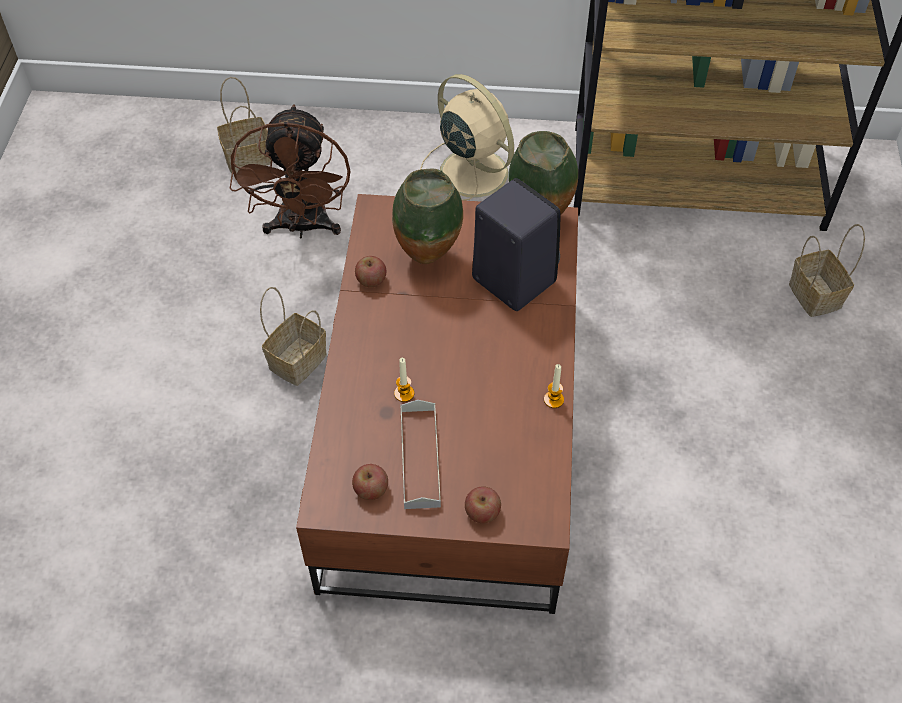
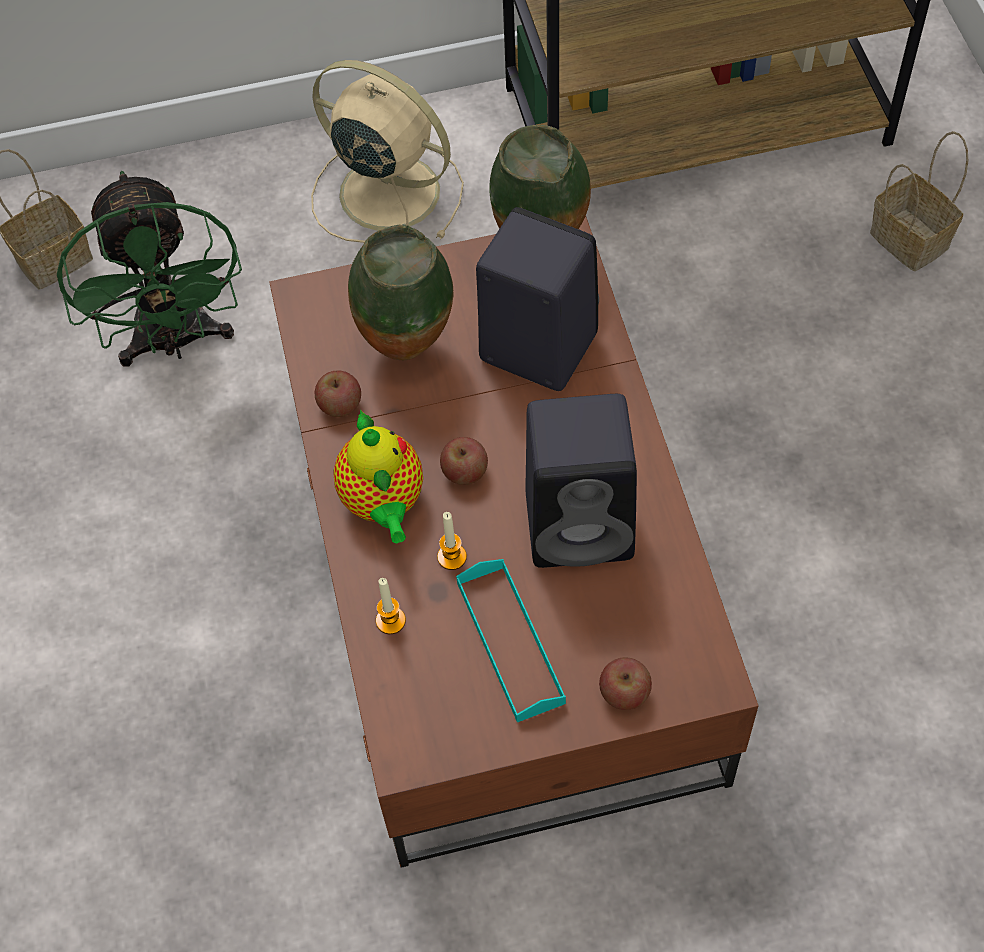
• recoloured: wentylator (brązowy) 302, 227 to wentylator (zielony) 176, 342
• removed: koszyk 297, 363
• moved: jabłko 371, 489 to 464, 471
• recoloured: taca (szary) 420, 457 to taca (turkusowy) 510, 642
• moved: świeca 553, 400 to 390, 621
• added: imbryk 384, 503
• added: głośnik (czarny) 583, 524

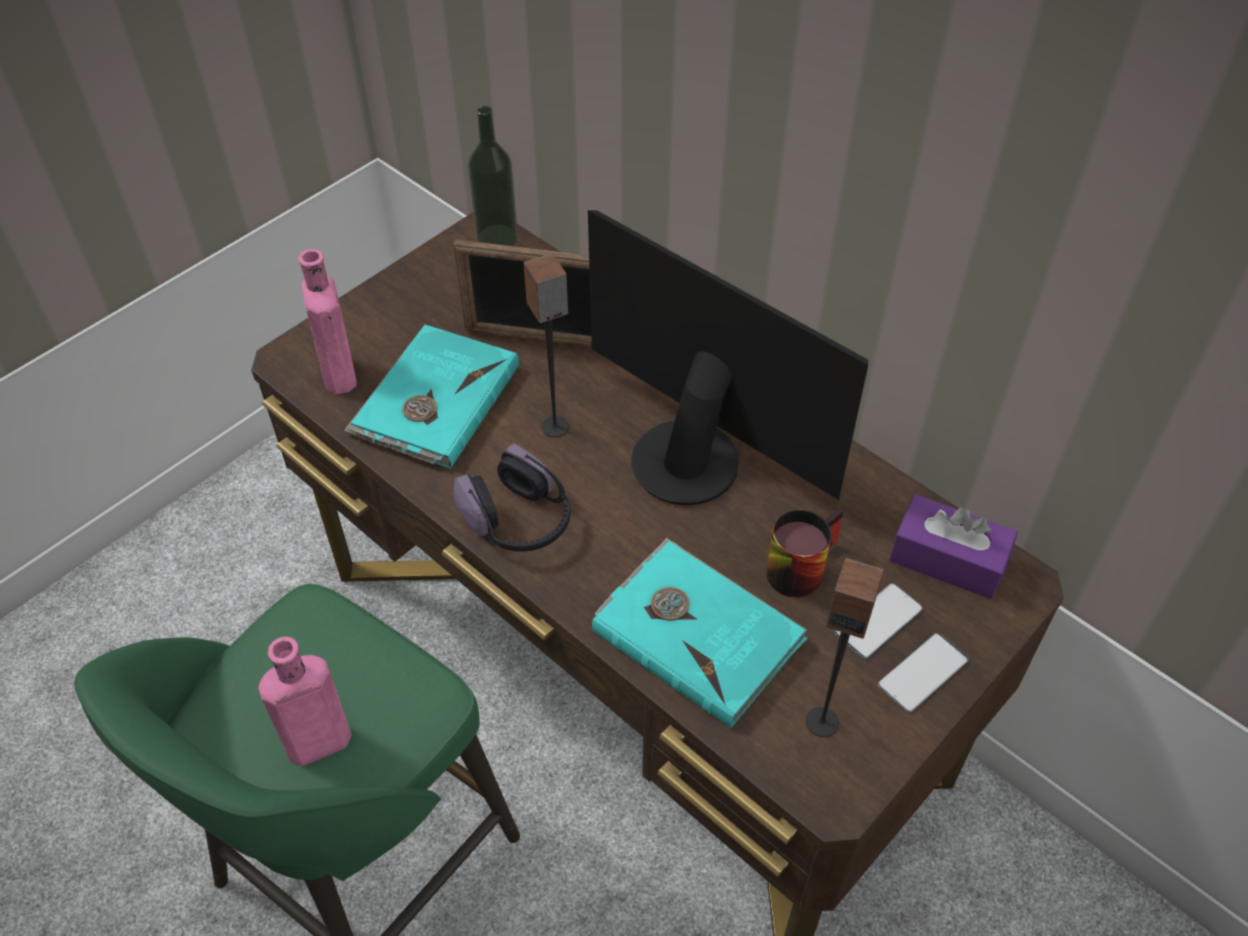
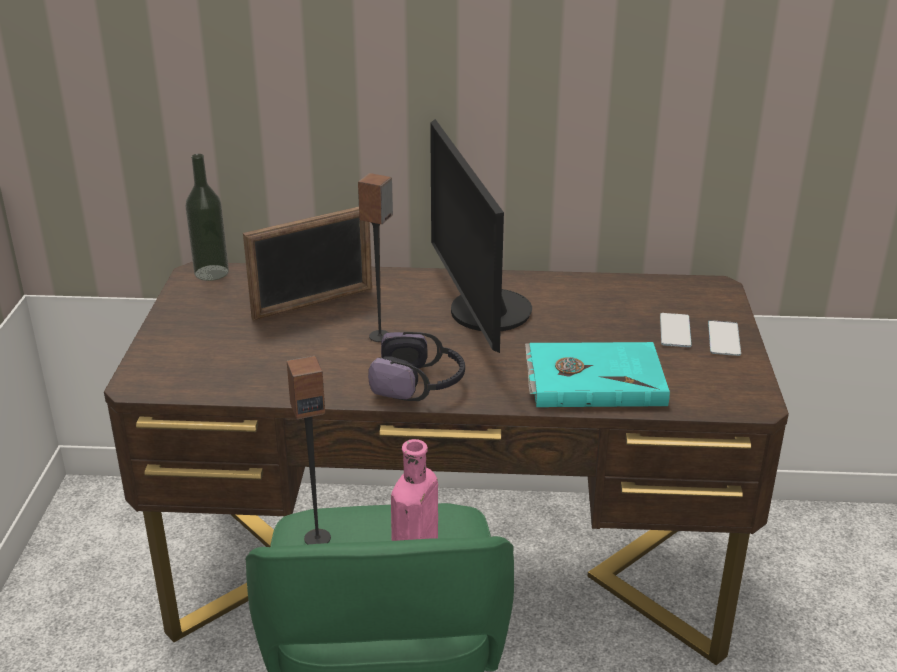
• removed: butelka (różowy) 340, 377
• removed: książka (turkusowy) 434, 401
• turned: monitor 692, 455 = 481, 313 105 degrees counterclockwise
• removed: kubek 798, 564
• moved: głośnik 822, 721 to 317, 538
• removed: pudełko chusteczek (fioletowy) 947, 559

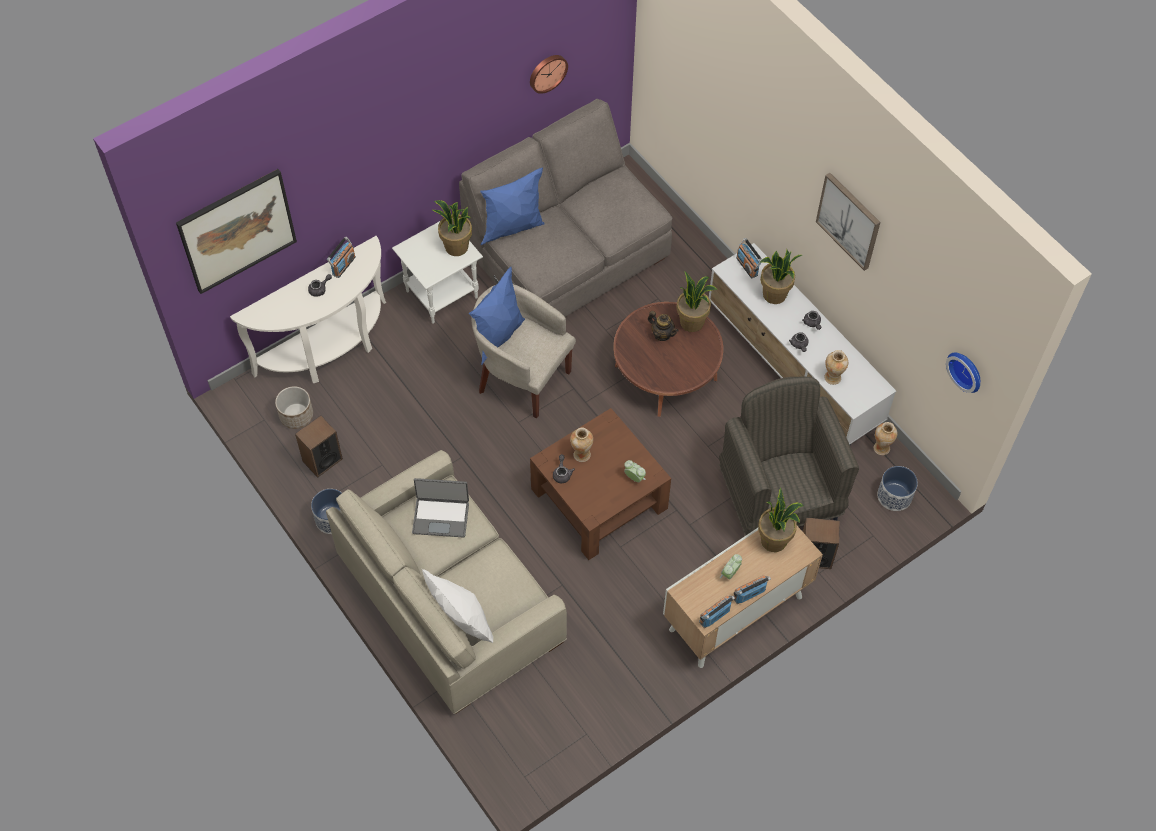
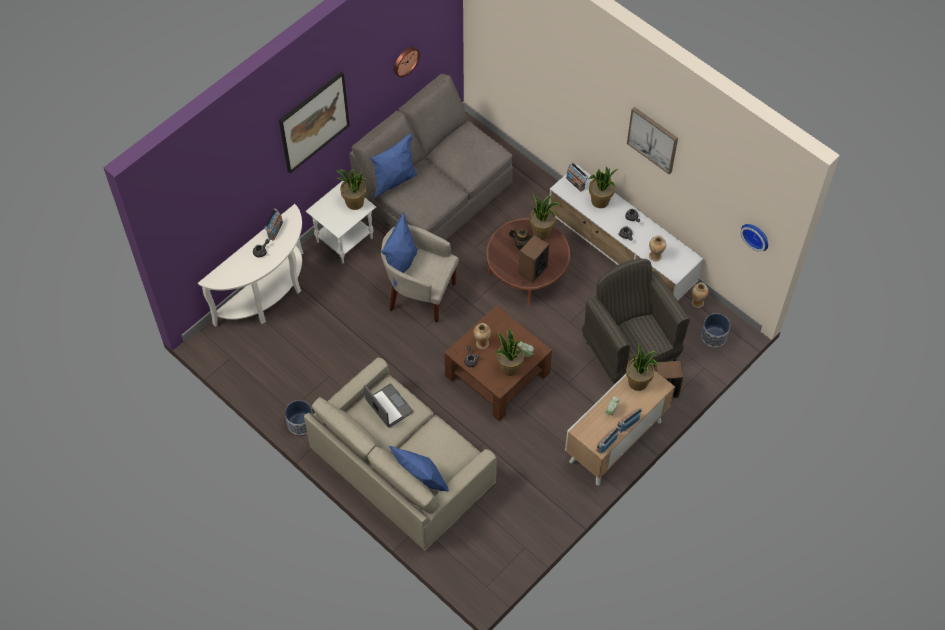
• moved: obraz 237, 230 to 313, 122
• removed: donica 296, 416
• moved: głośnik 322, 460 to 532, 270
• turned: laptop 441, 517 = 388, 406 120 degrees counterclockwise
• recoloured: poduszka (biały) 463, 623 to poduszka (niebieski) 422, 481
• added: roślina doniczkowa 509, 367

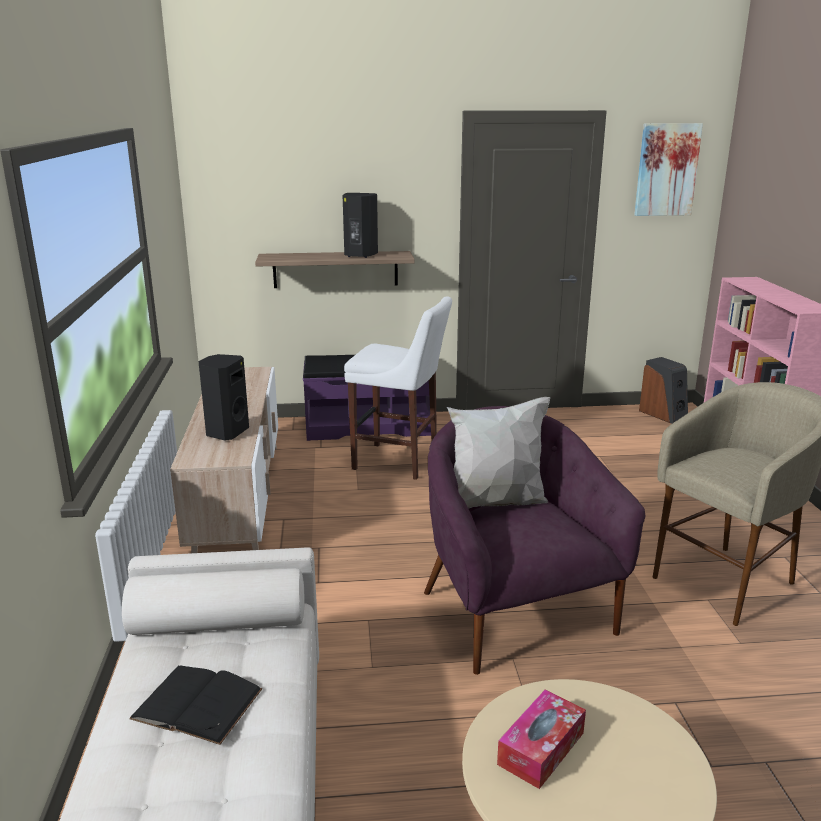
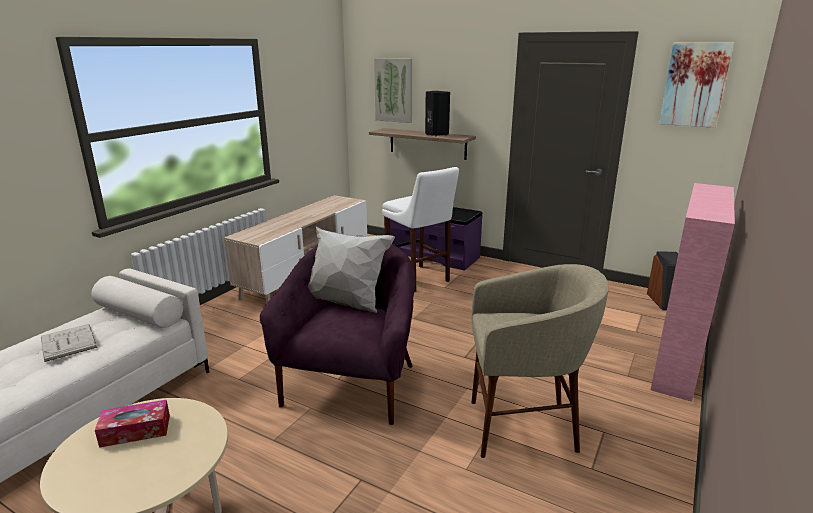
• recoloured: książka (czarny) 197, 704 to książka (biały) 68, 342
• removed: głośnik (czarny) 226, 432
• added: obraz 394, 90

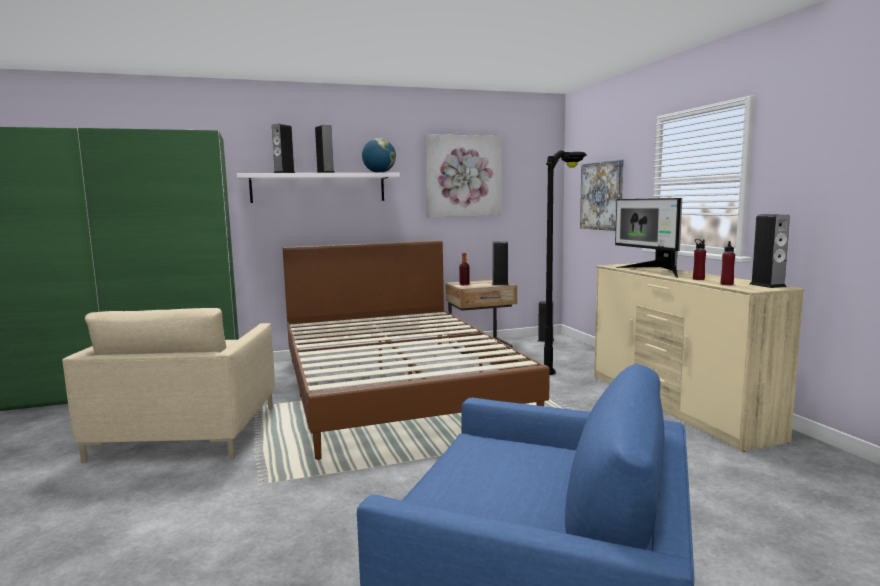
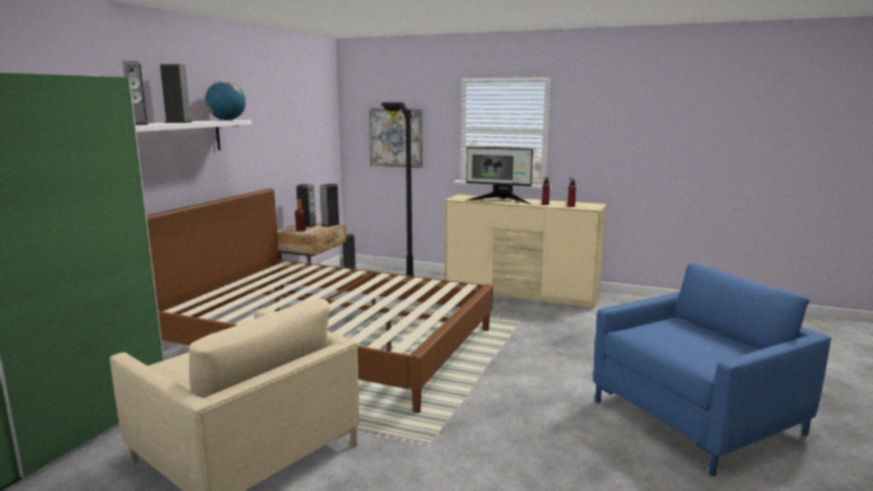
• removed: obraz 463, 176
• moved: głośnik 767, 285 to 307, 225

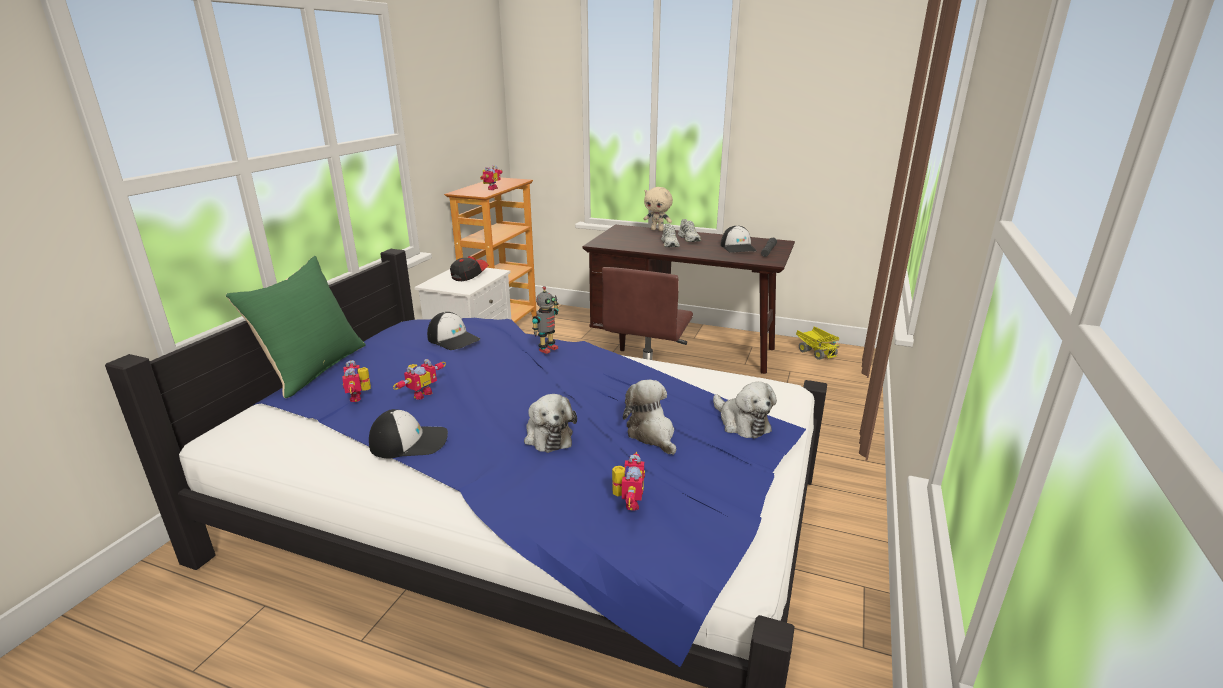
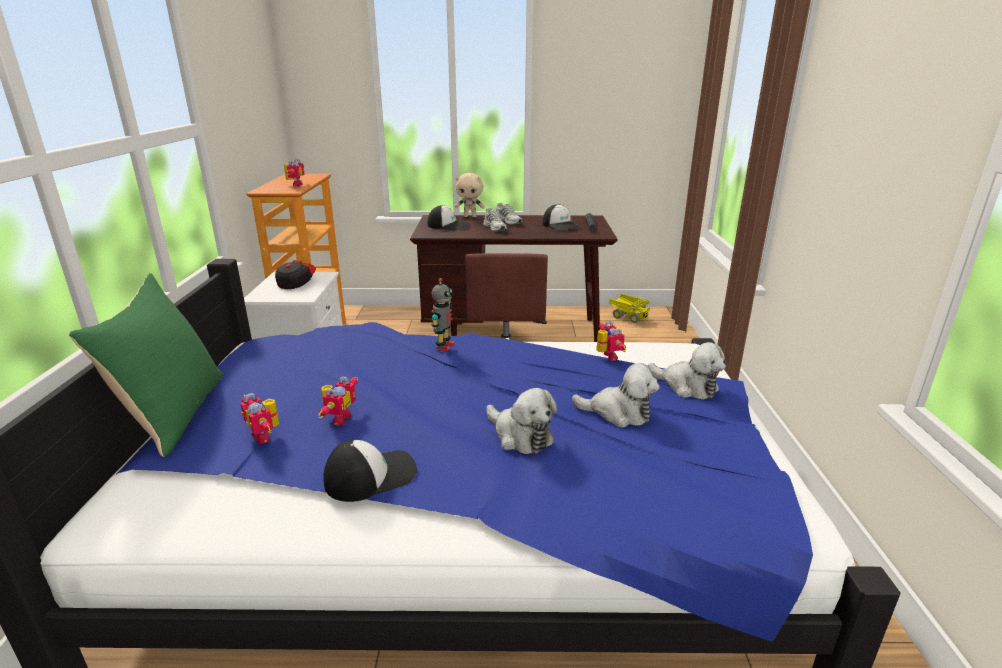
• moved: czapka z daszkiem 453, 339 to 448, 225
• moved: robot zabawkowy 627, 502 to 606, 356
• turned: pluszak 652, 434 = 618, 413 150 degrees clockwise

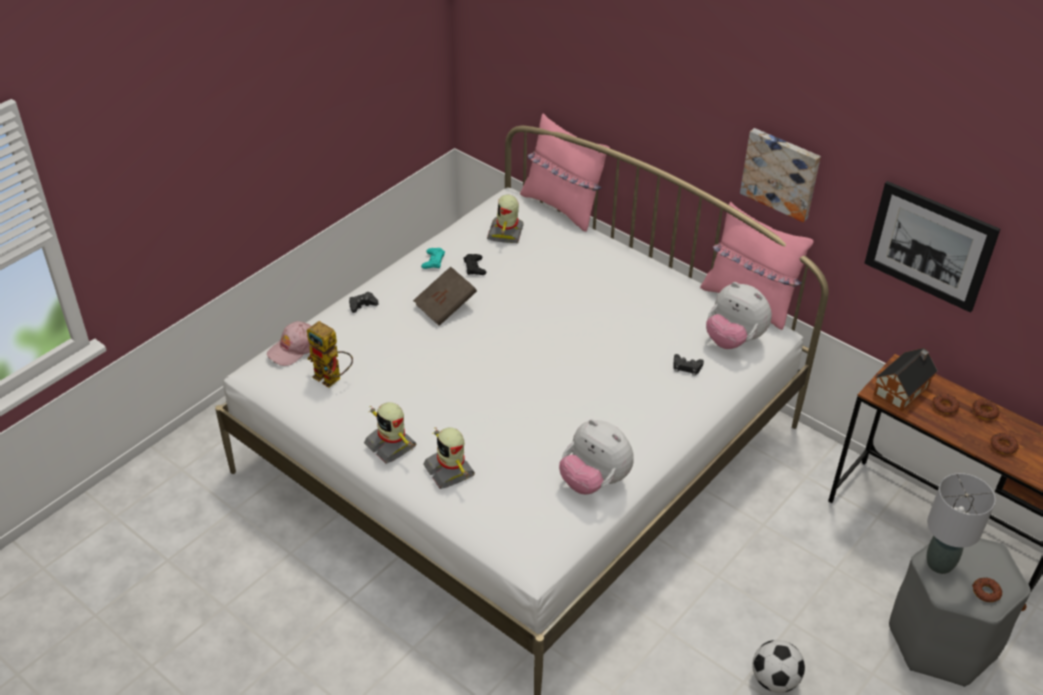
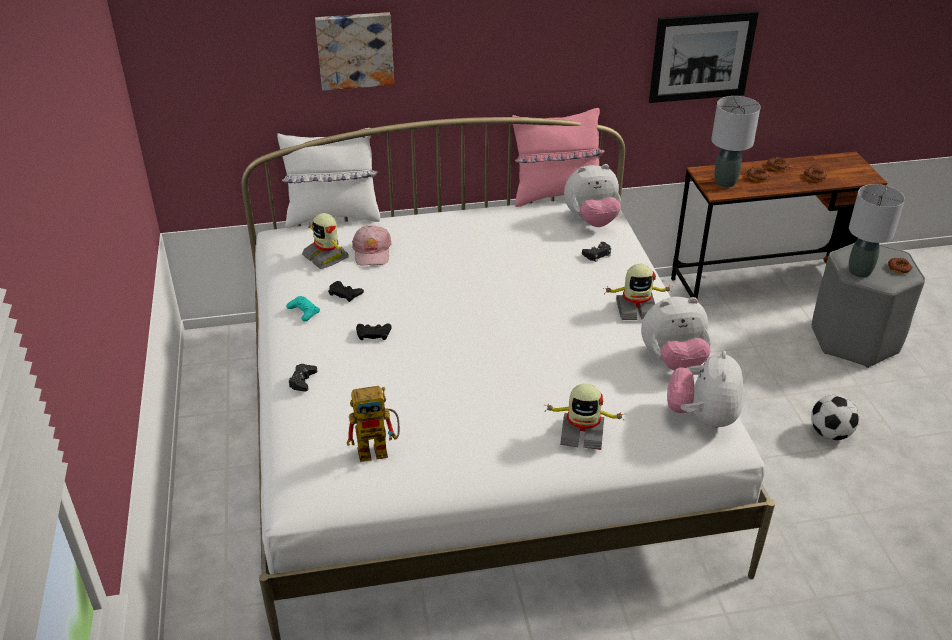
• moved: czapka z daszkiem (różowy) 294, 348 to 372, 252
• moved: robot zabawkowy 391, 445 to 635, 309
• replaced: książka (brązowy) 445, 307 to pad do gier (czarny) 373, 334
• recoloured: poduszka (różowy) 562, 207 to poduszka (biały) 333, 216
• moved: obraz 781, 173 to 355, 50
• replaced: domek 903, 389 to lampa stołowa (szary) 725, 182
• added: pluszak 702, 417

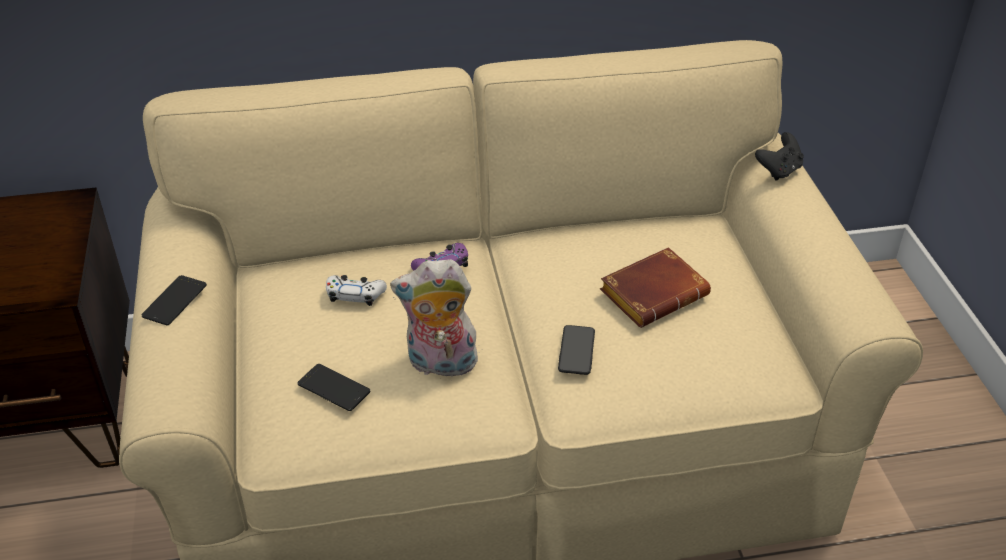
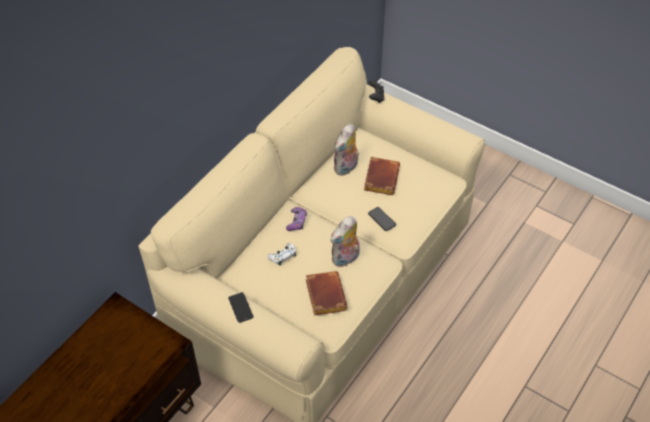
• replaced: telefon 334, 388 to książka (brązowy) 324, 295
• added: pluszak 346, 168

